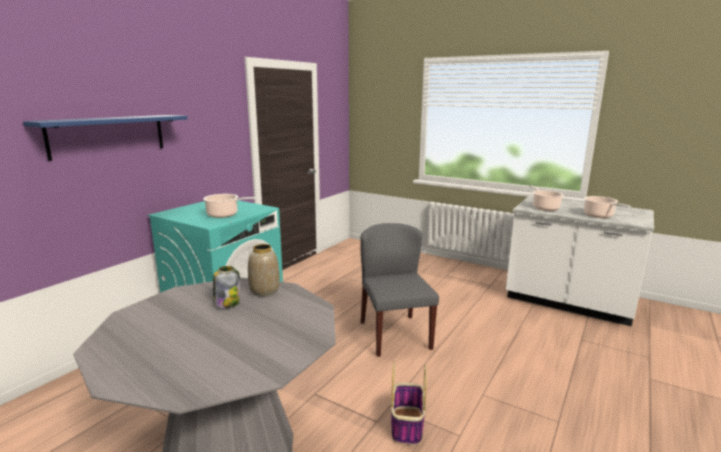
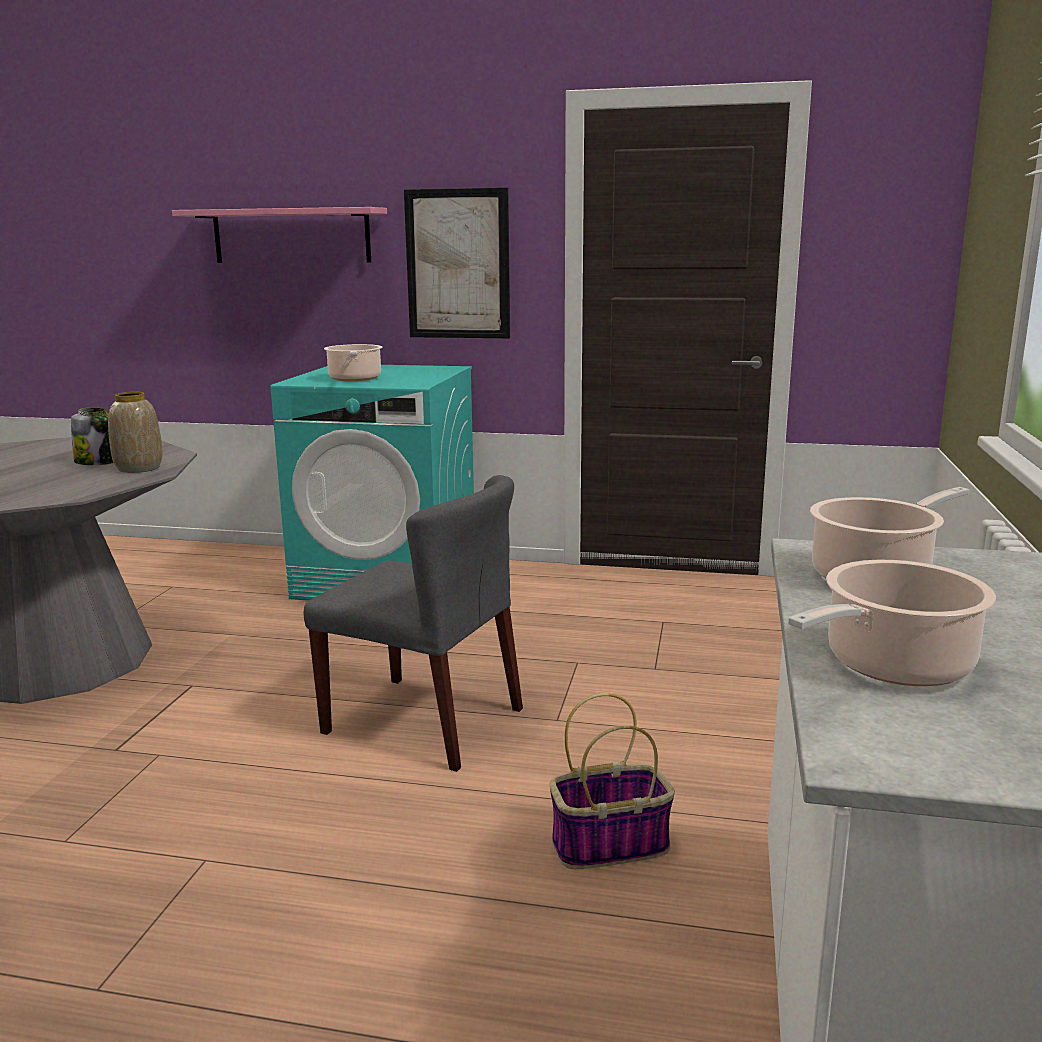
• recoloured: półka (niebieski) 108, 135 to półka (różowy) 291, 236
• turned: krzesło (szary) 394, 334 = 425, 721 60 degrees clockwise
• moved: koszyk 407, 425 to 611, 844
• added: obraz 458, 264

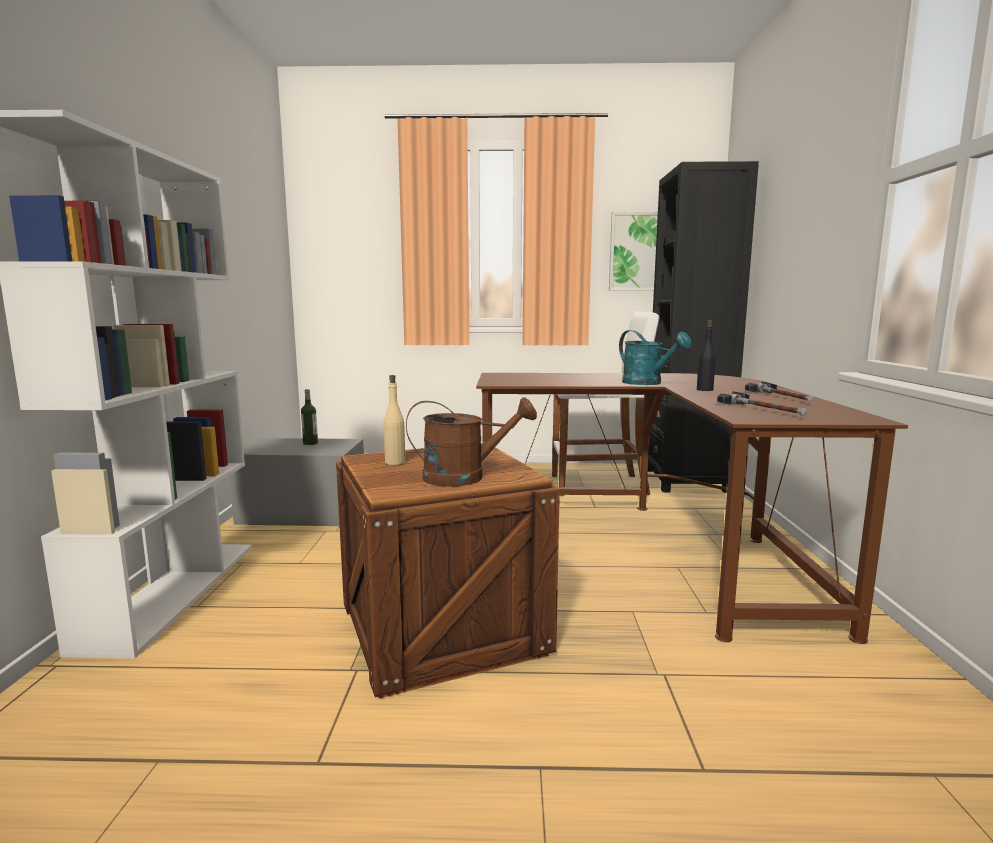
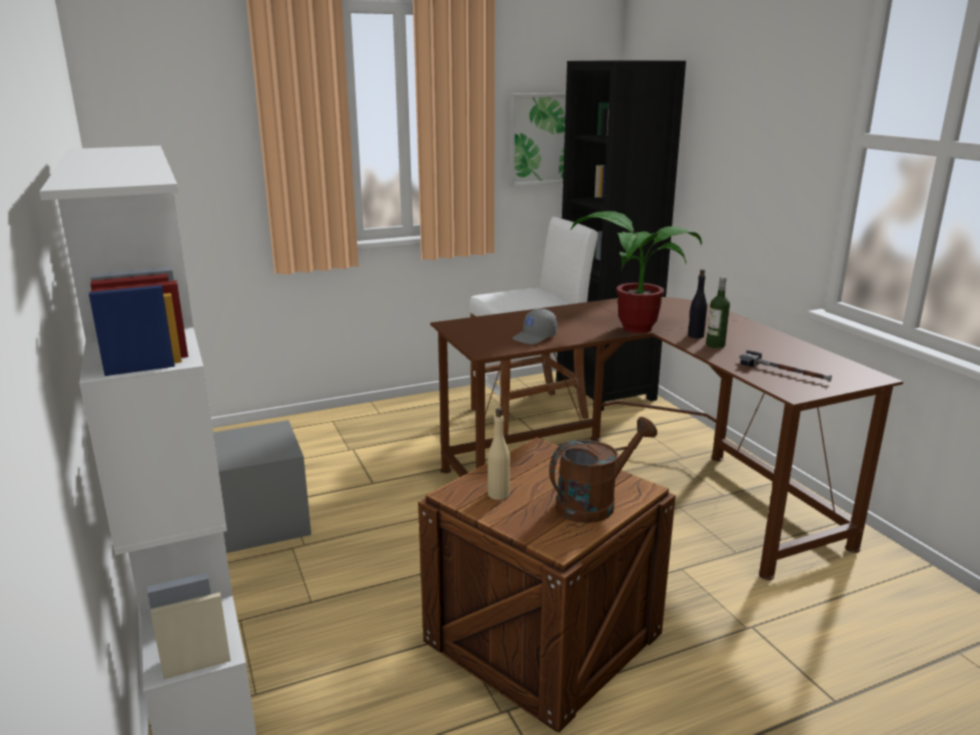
• moved: butelka 310, 443 to 715, 345
• replaced: konewka (turkusowy) 647, 383 to roślina doniczkowa 631, 328
• removed: młotek 781, 397
• added: czapka z daszkiem (szary) 535, 337

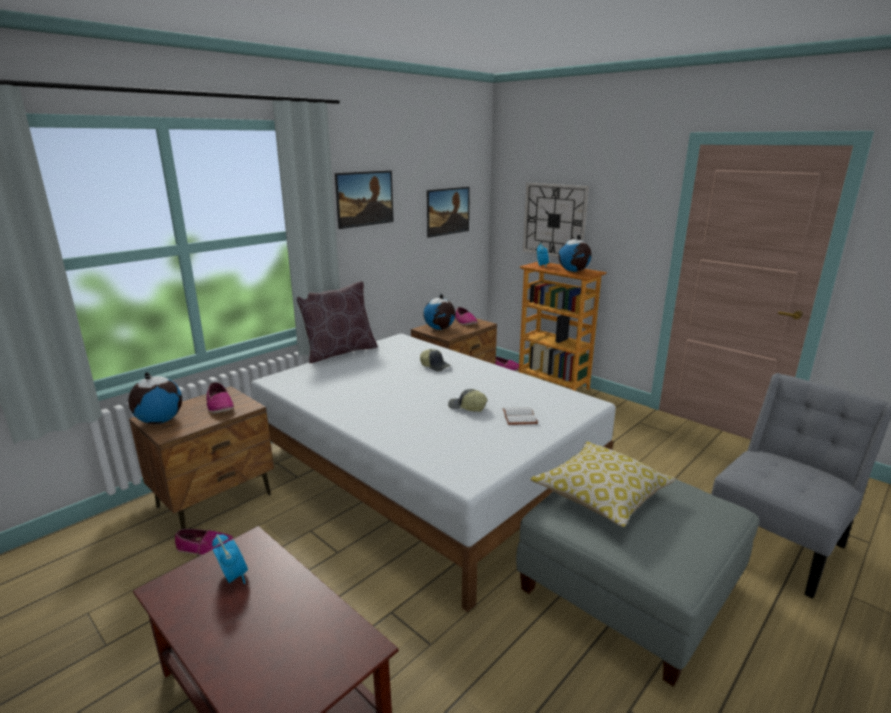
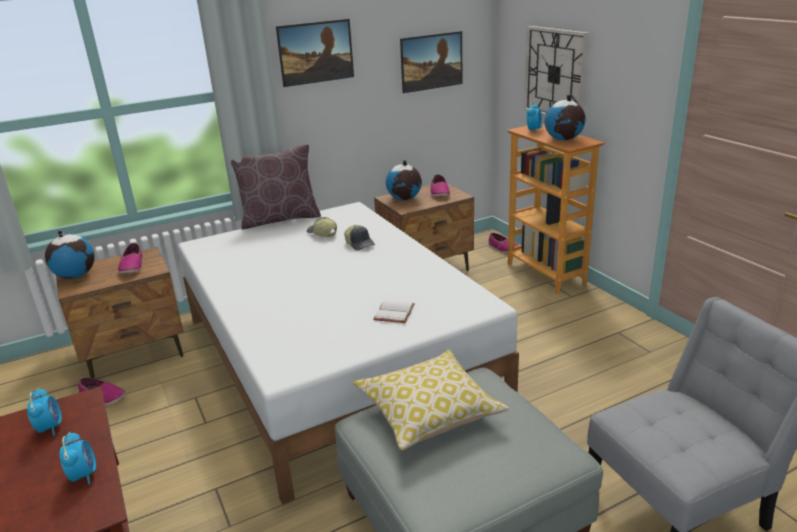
• moved: czapka z daszkiem 467, 407 to 322, 233
• added: budzik 84, 475

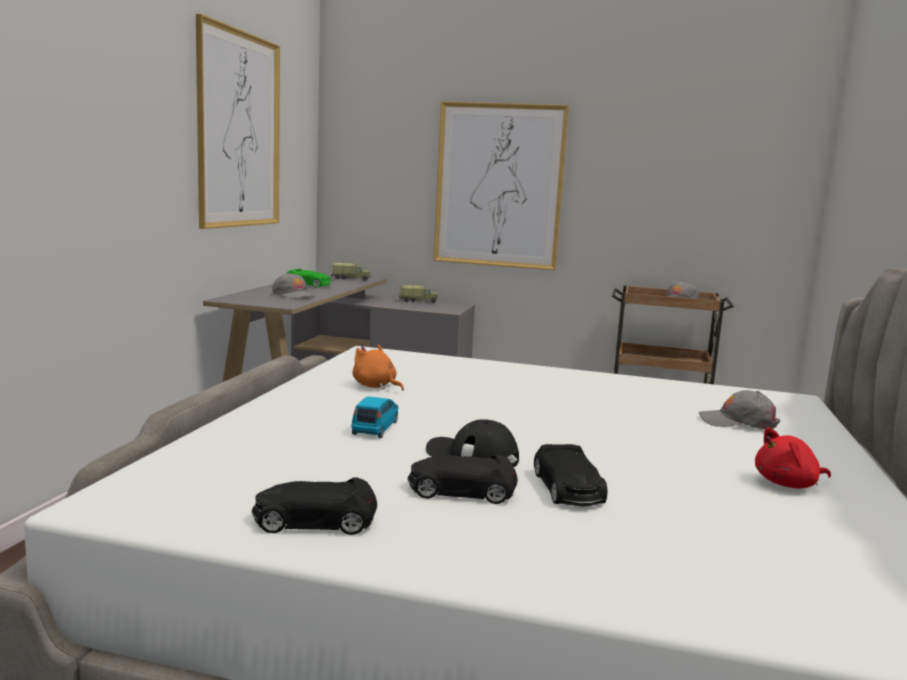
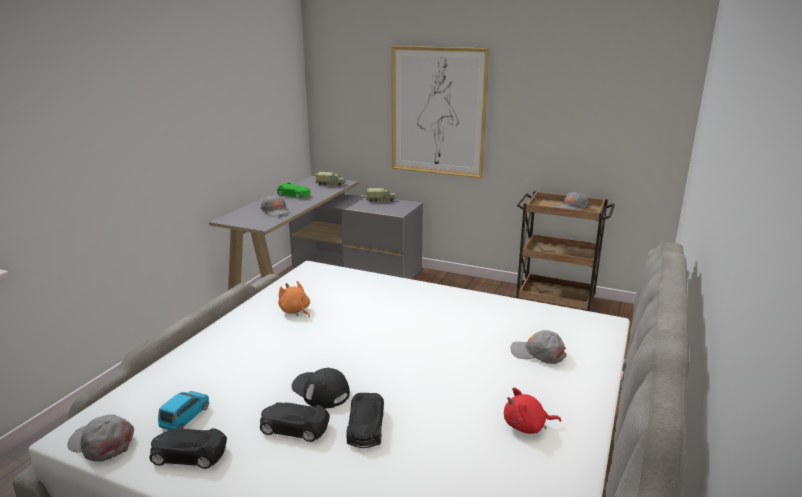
• removed: obraz 239, 130
• moved: samochodzik (niebieski) 375, 428 to 185, 417
• added: czapka z daszkiem (szary) 102, 443

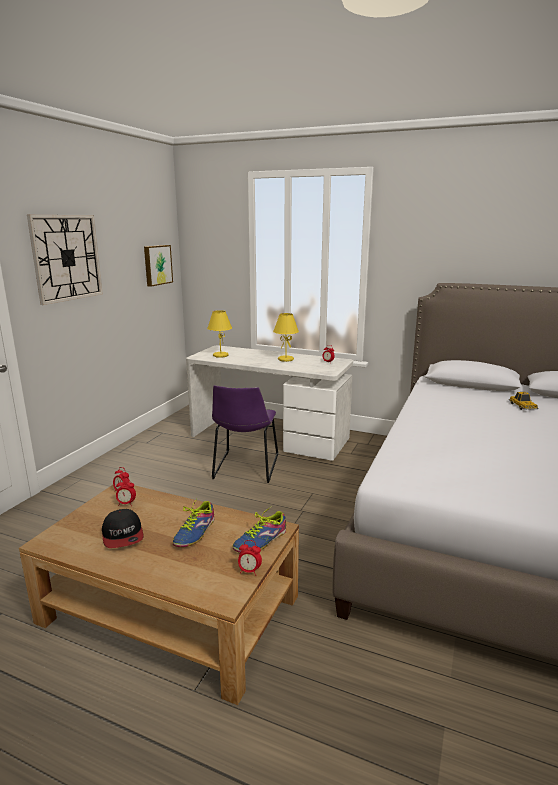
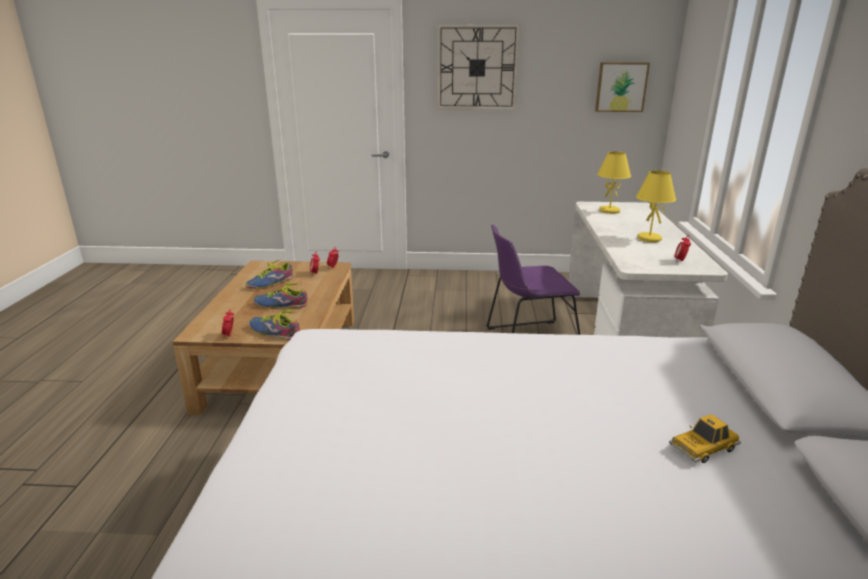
• replaced: czapka z daszkiem 123, 535 to but 271, 283

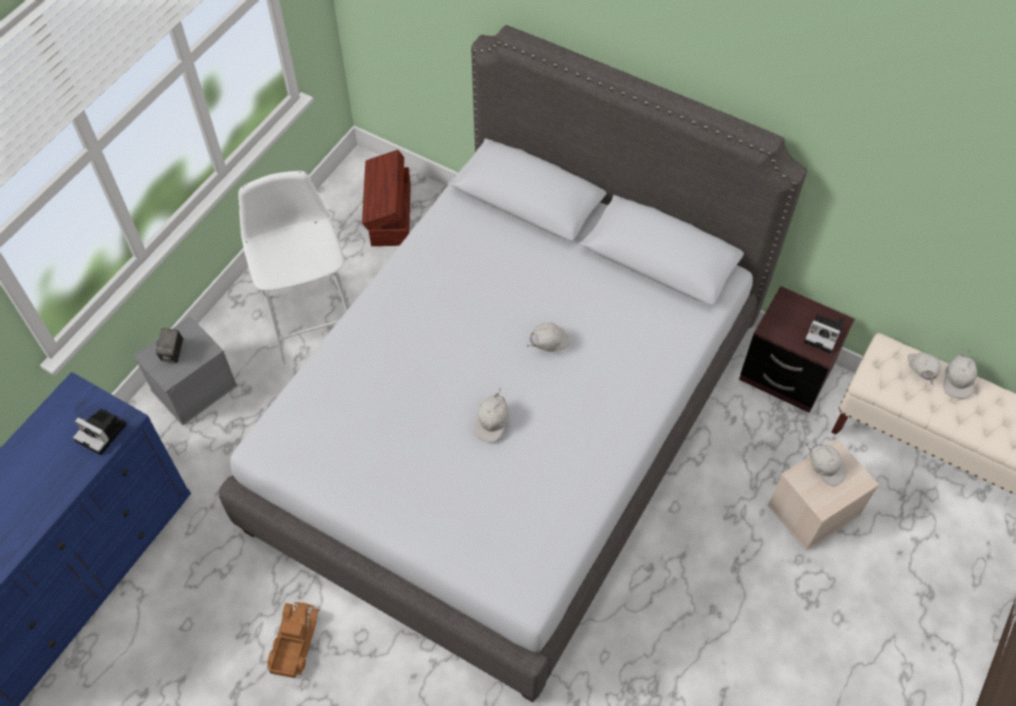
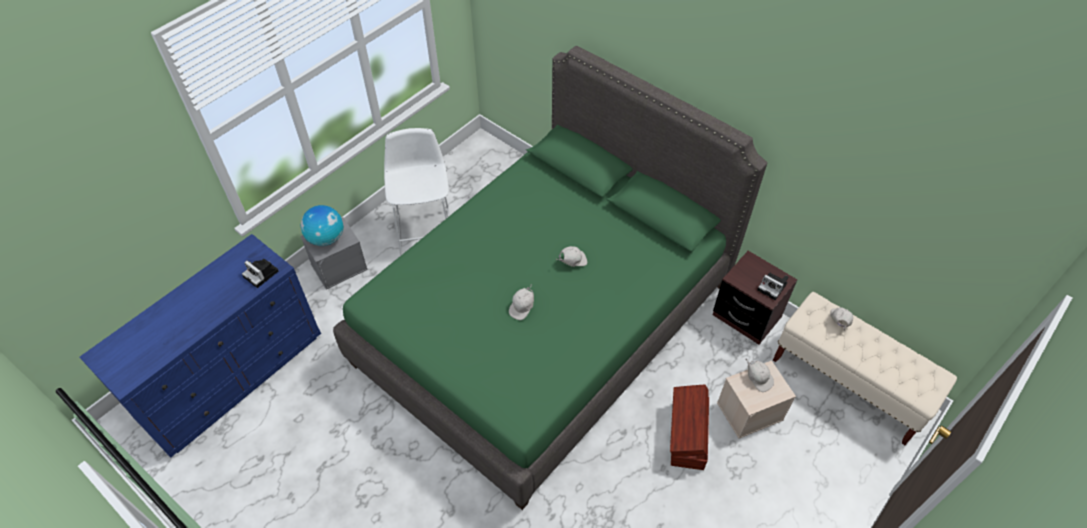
• replaced: aparat fotograficzny 173, 353 to globus 326, 238
• recoloured: łóżko (szary) 508, 426 to łóżko (zielony) 543, 322
• removed: ciężarówka zabawkowa 293, 642
• moved: pojemnik do przechowywania (brązowy) 389, 215 to 687, 435
• removed: czapka z daszkiem (biały) 957, 381

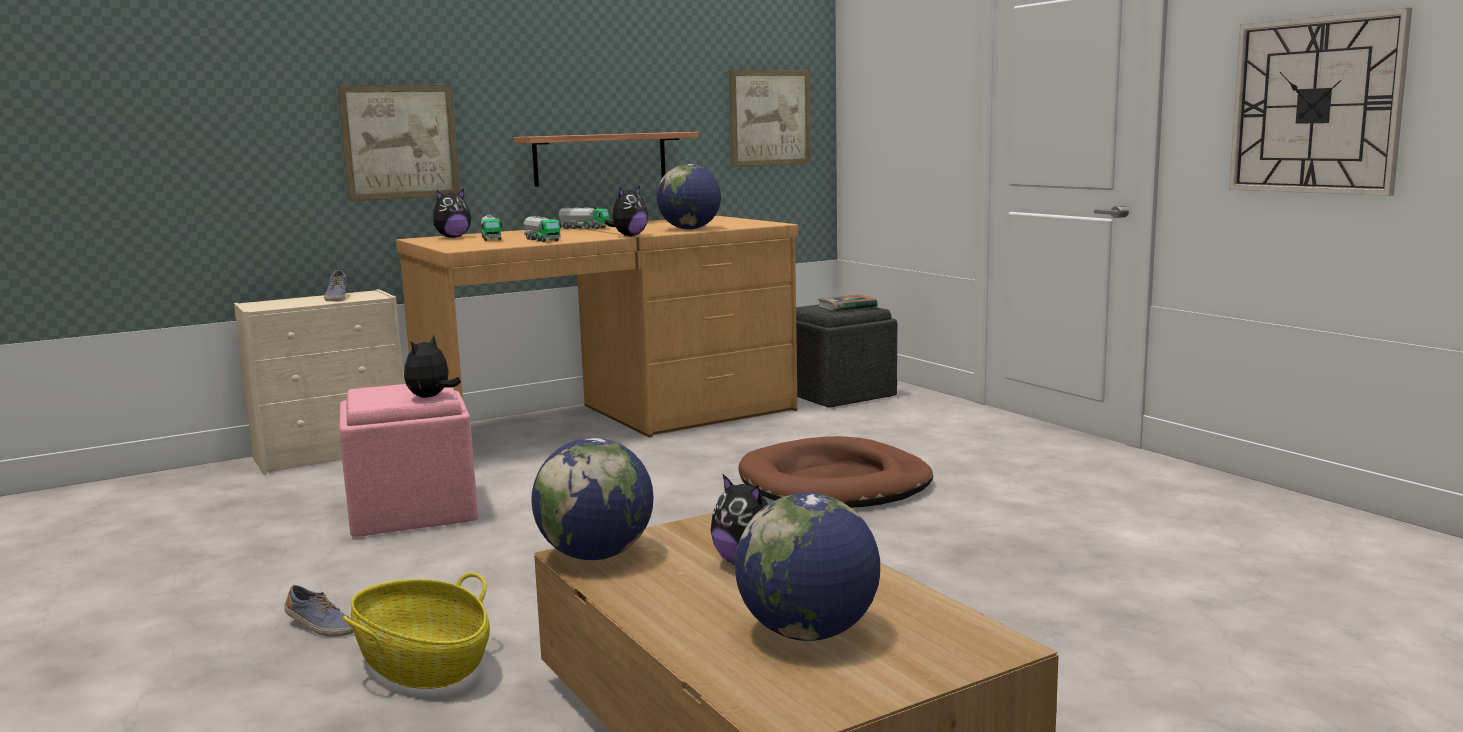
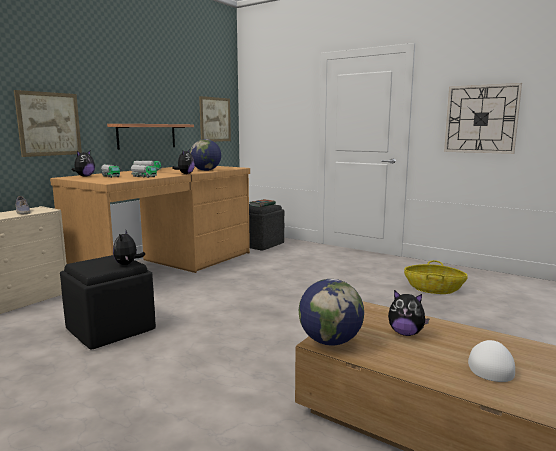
• removed: but 320, 627
• recoloured: pufa (różowy) 413, 511 to pufa (czarny) 111, 328
• moved: koszyk 423, 665 to 433, 289
• replaced: globus 808, 633 to czapka z daszkiem (biały) 490, 365
• removed: legowisko (brązowy) 835, 484

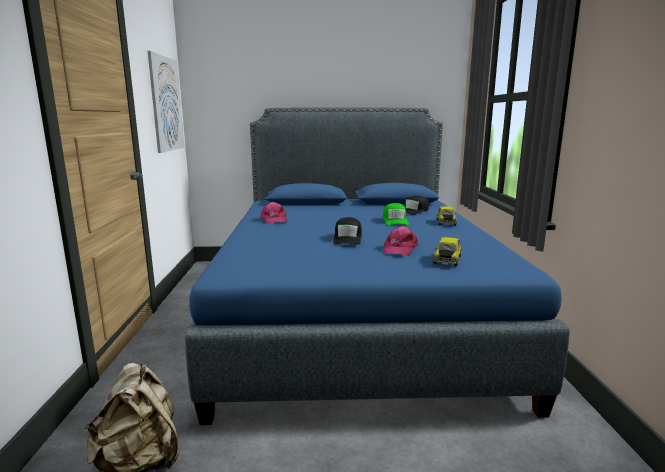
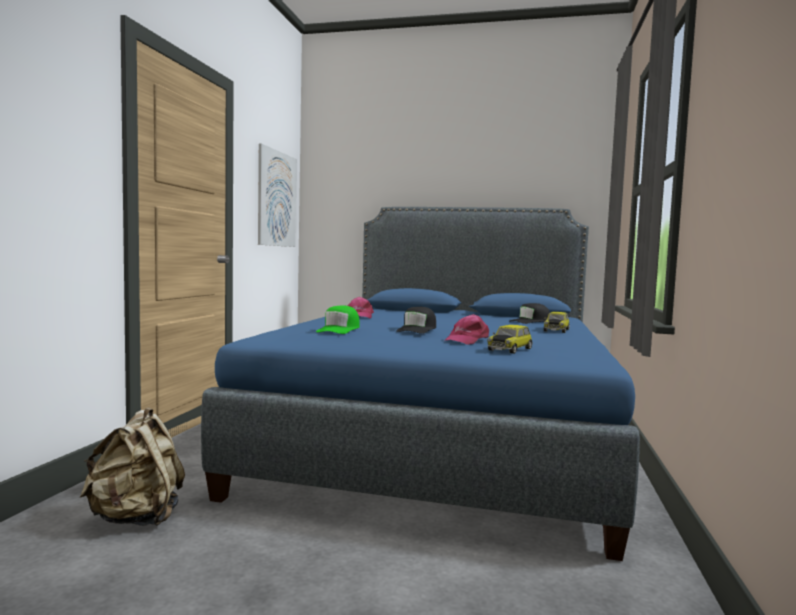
• moved: czapka z daszkiem (zielony) 395, 220 to 339, 330

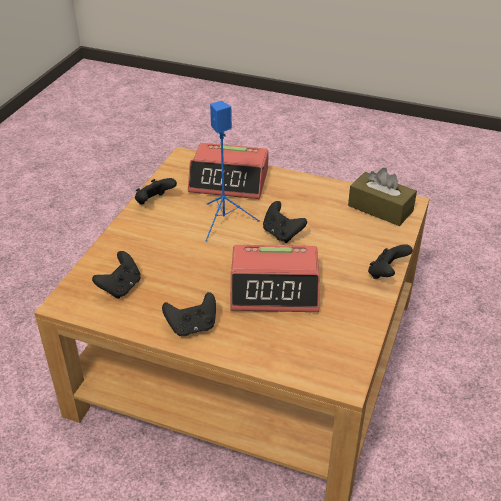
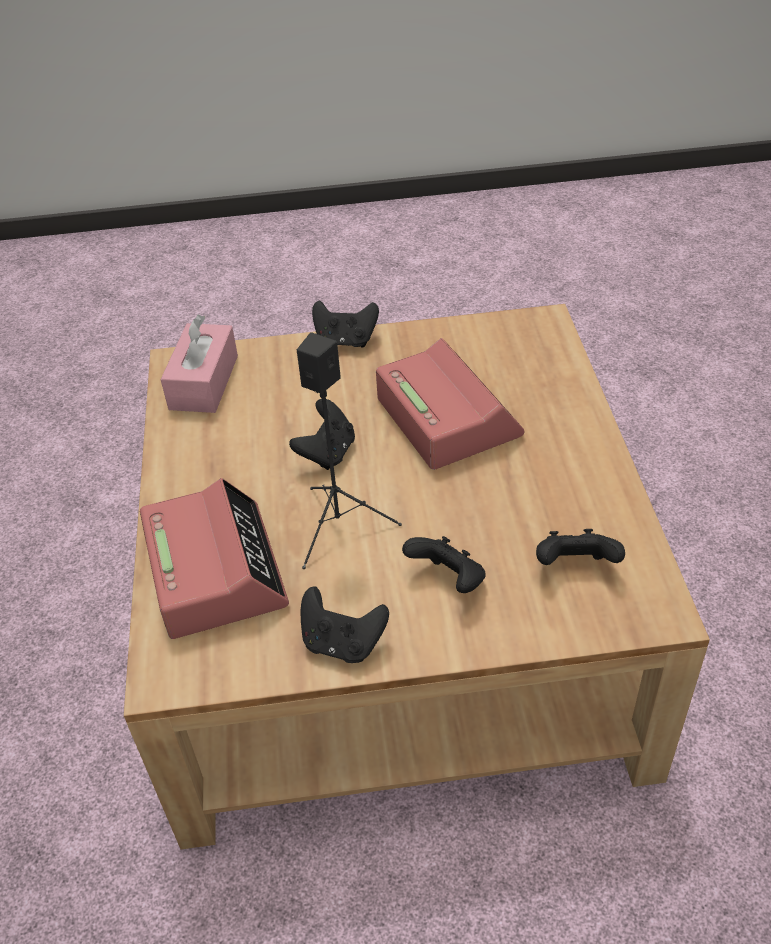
• moved: pad do gier (czarny) 192, 327 to 448, 580
• recoloured: głośnik (niebieski) 225, 221 to głośnik (czarny) 337, 525
• recoloured: pudełko chusteczek (brązowy) 380, 208 to pudełko chusteczek (różowy) 204, 382

